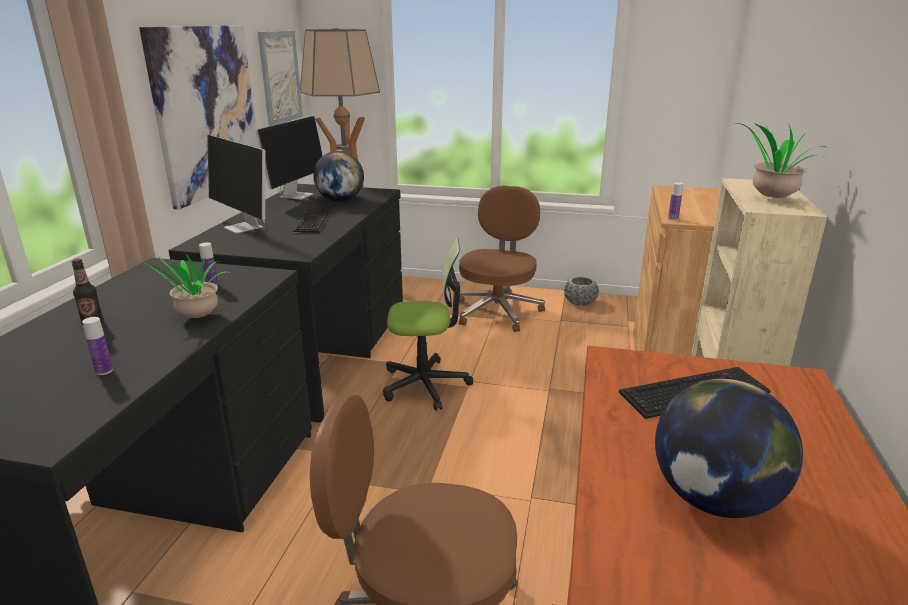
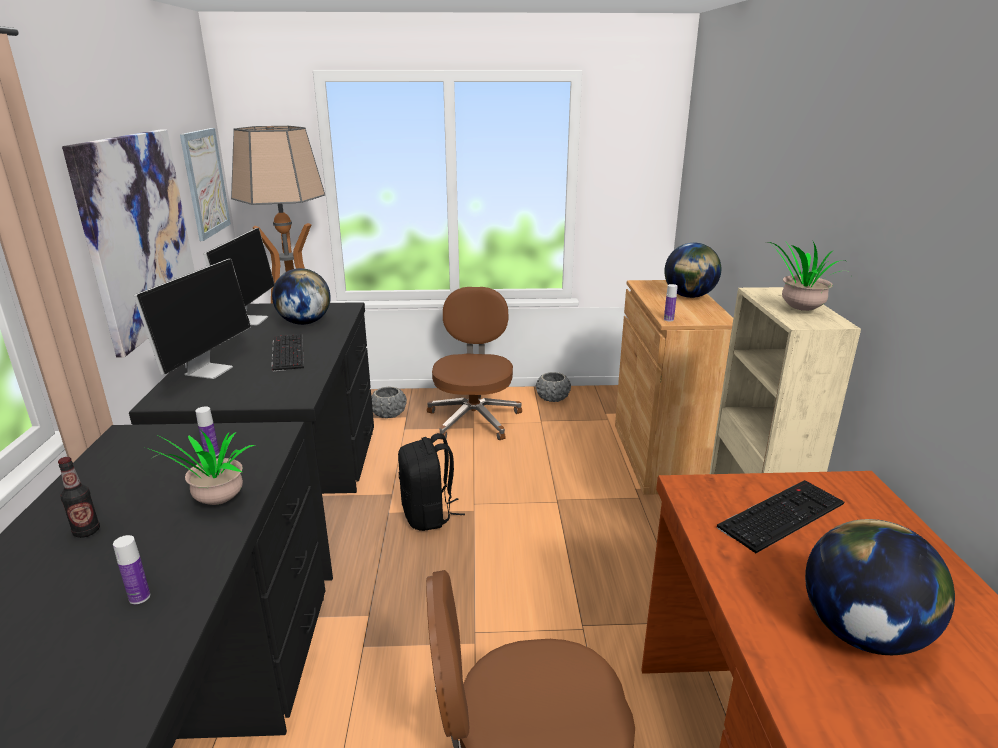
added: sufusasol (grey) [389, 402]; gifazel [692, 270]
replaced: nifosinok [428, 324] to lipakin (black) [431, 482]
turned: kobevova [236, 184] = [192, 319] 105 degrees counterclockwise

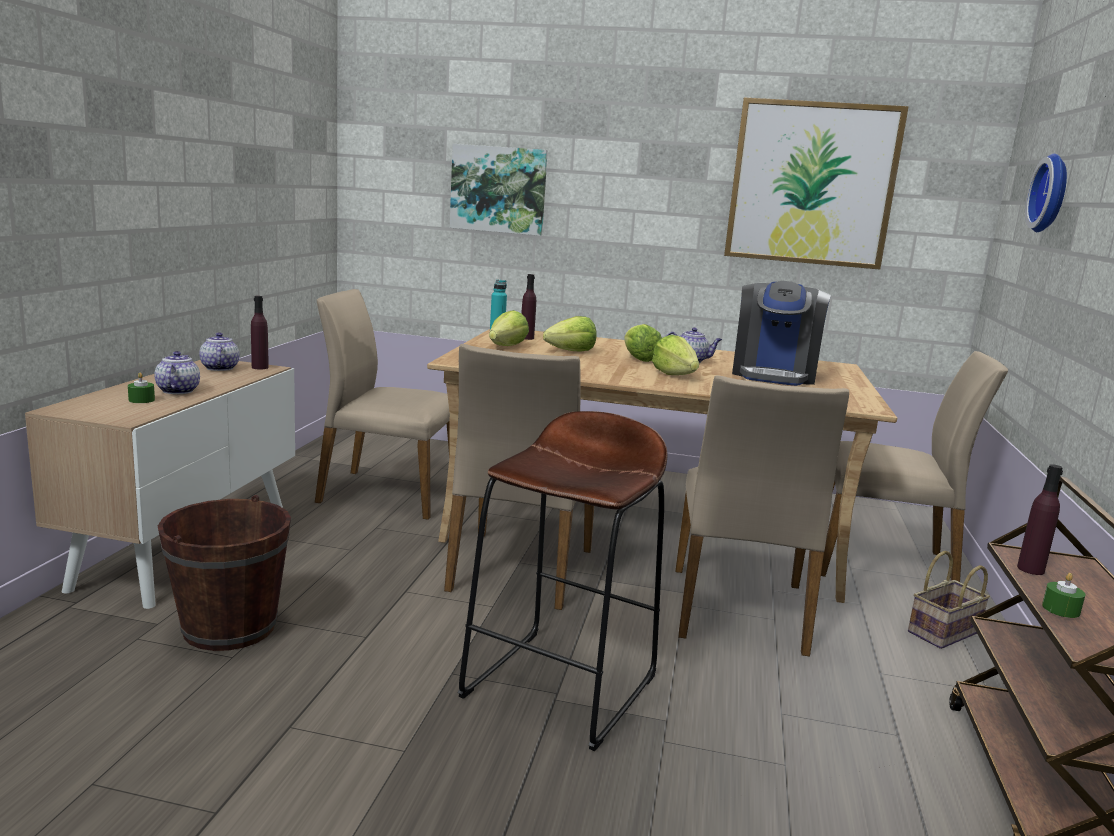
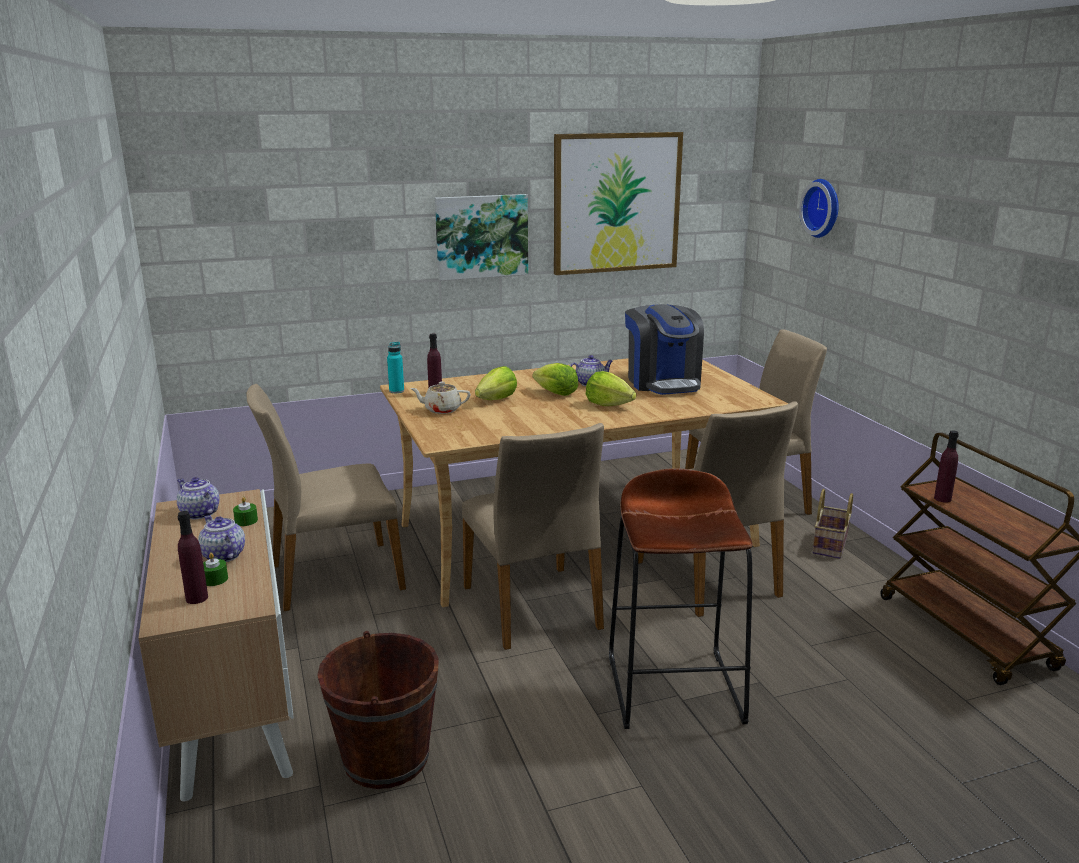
moved: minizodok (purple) [260, 332] to [192, 557]; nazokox [499, 190] to [481, 237]; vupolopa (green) [1064, 595] to [245, 511]
replaced: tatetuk [509, 328] to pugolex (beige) [440, 398]

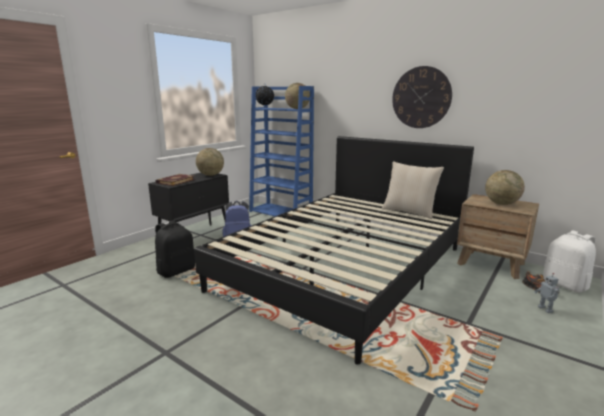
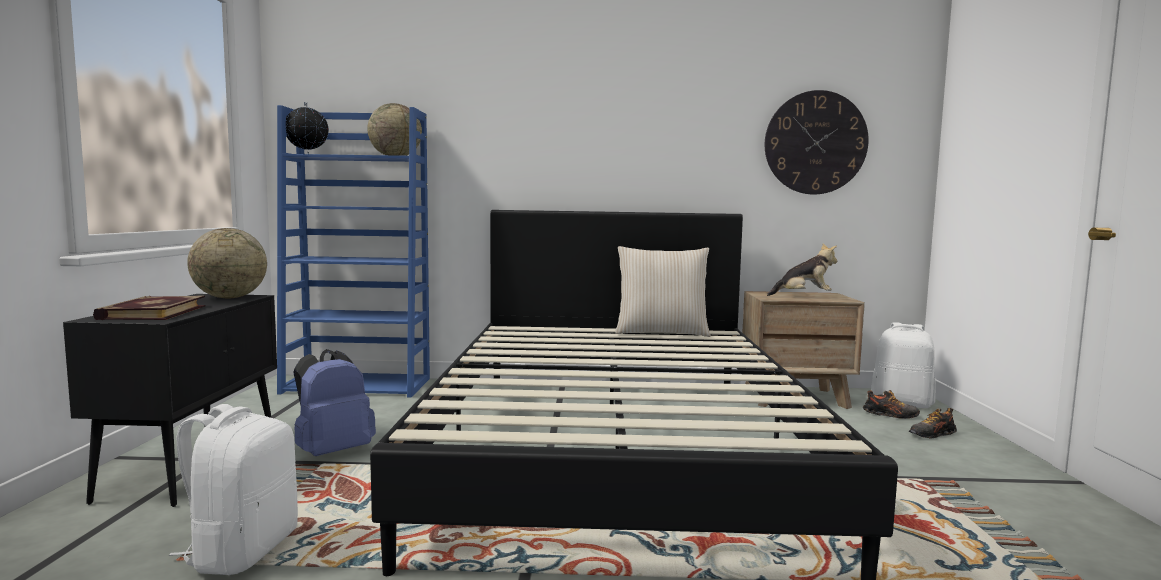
moved: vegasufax [422, 97] to [817, 142]
replaced: gifazel [505, 187] to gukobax [802, 269]; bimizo [547, 293] to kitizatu [933, 423]
recoloured: lipakin (black) [175, 249] to lipakin (white) [233, 489]

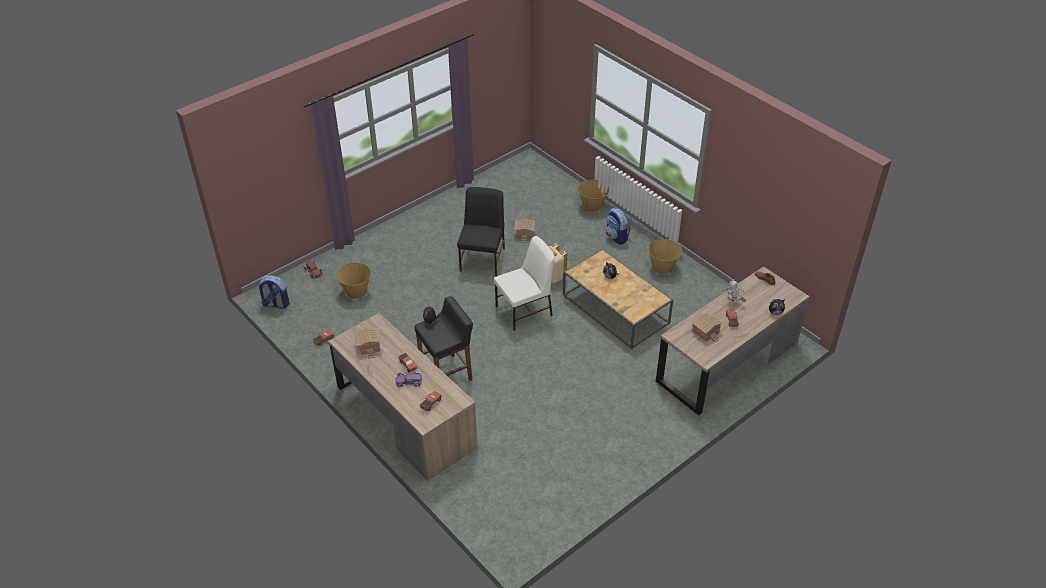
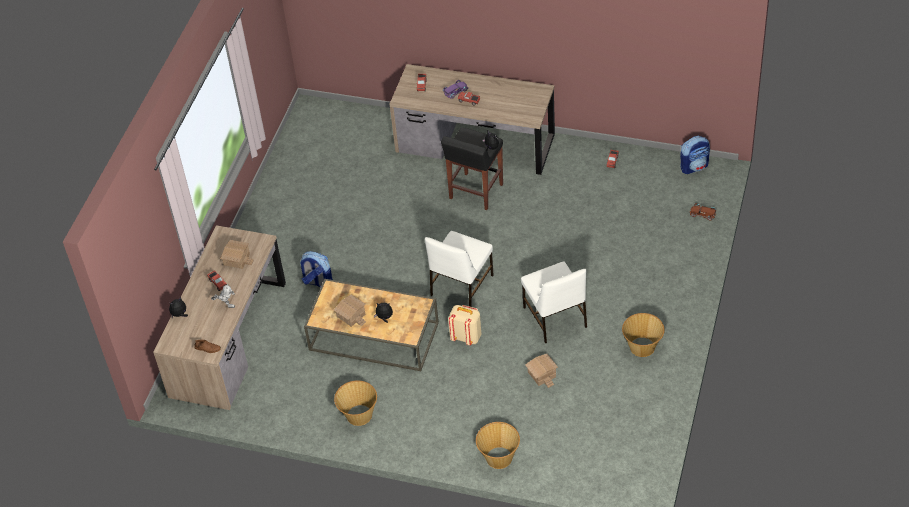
moved: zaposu [353, 280] to [643, 335]; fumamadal [368, 343] to [350, 310]; lipakin [618, 226] to [316, 269]
recoloured: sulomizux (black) [481, 231] to sulomizux (white) [554, 303]

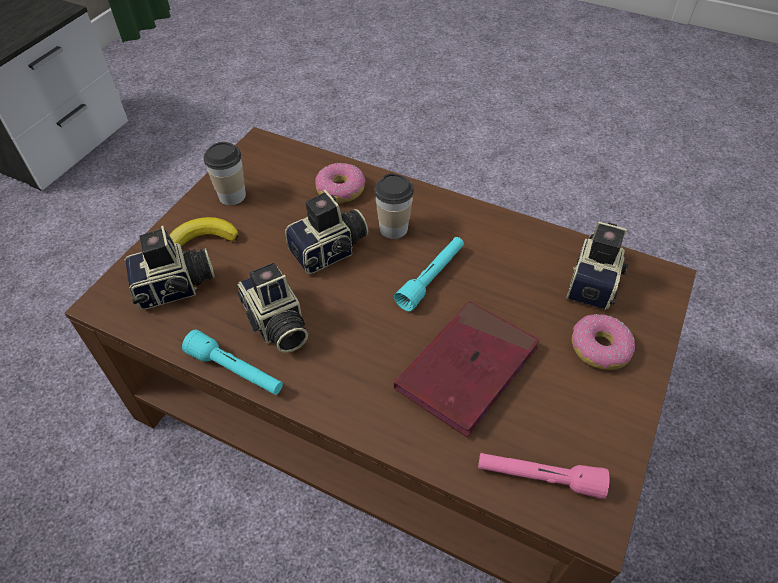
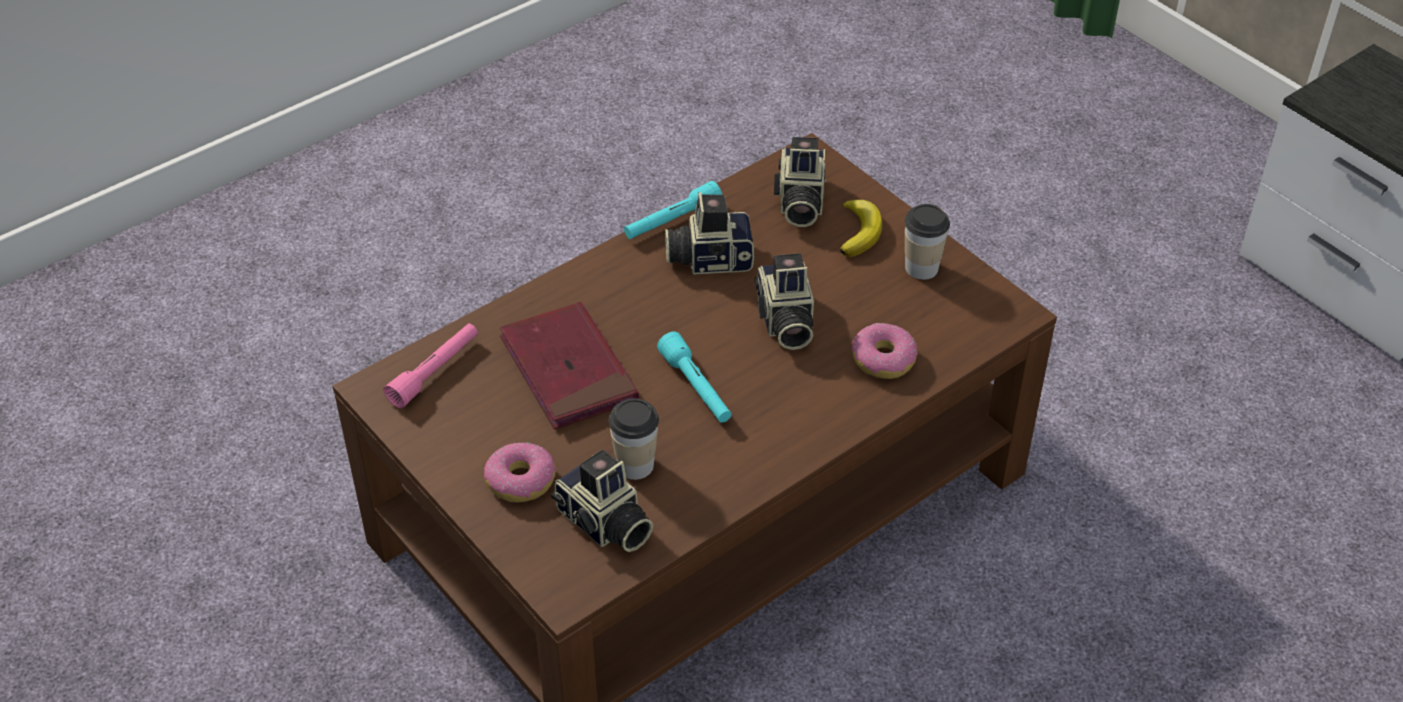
moved: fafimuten [394, 206] to [634, 439]

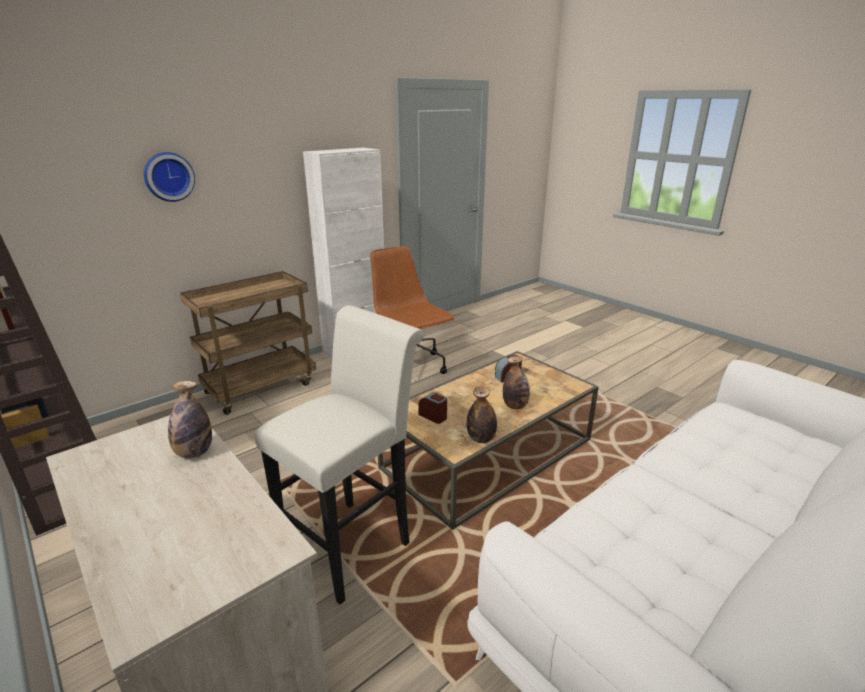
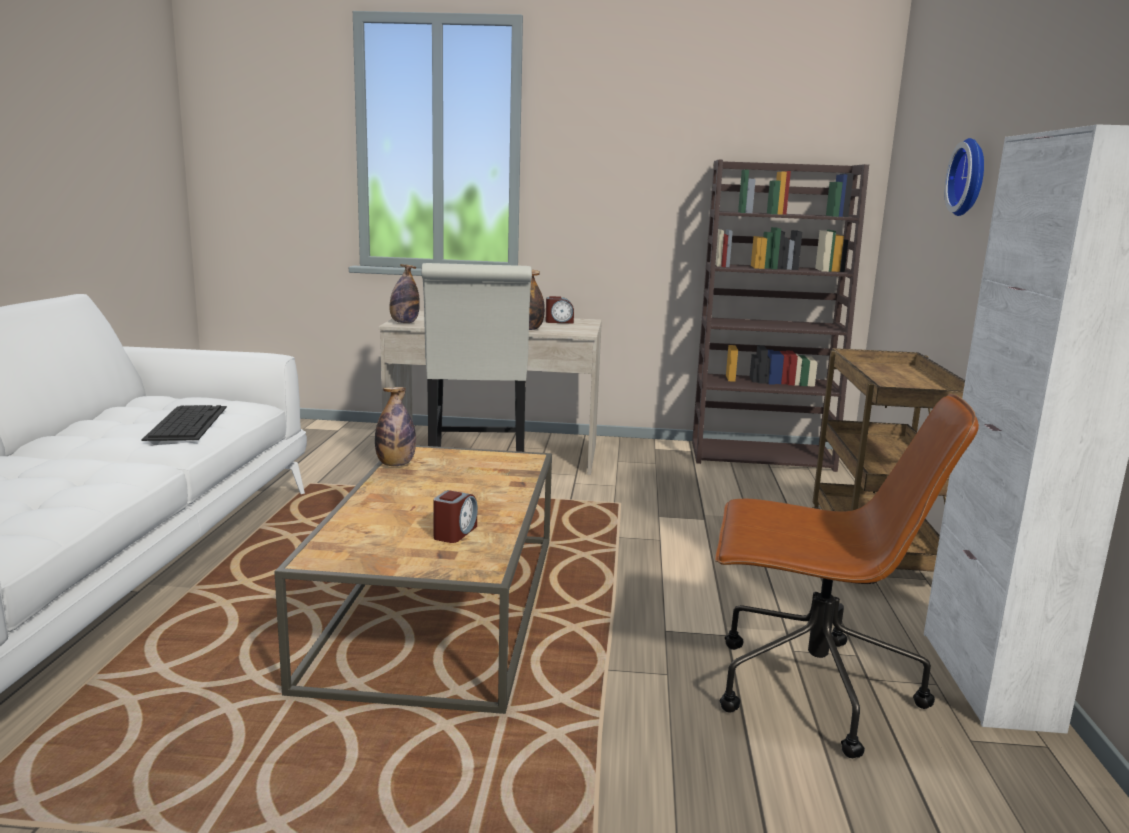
added: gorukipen [184, 423]
moved: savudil [432, 408] to [560, 310]; minizodok [516, 382] to [404, 293]

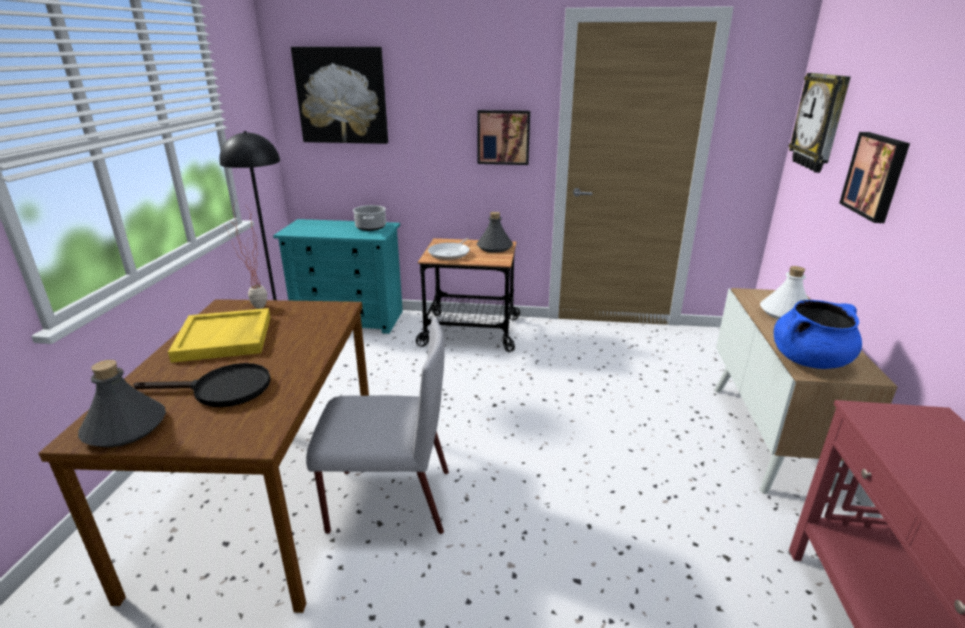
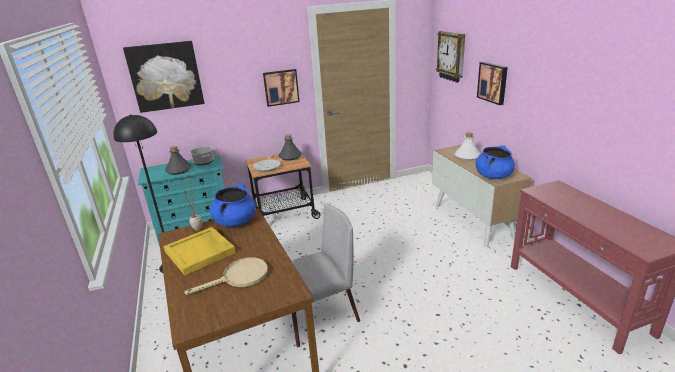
added: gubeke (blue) [233, 205]
moved: minizodok (grey) [122, 403] to [178, 160]
recoloured: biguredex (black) [202, 385] to biguredex (beige) [226, 276]

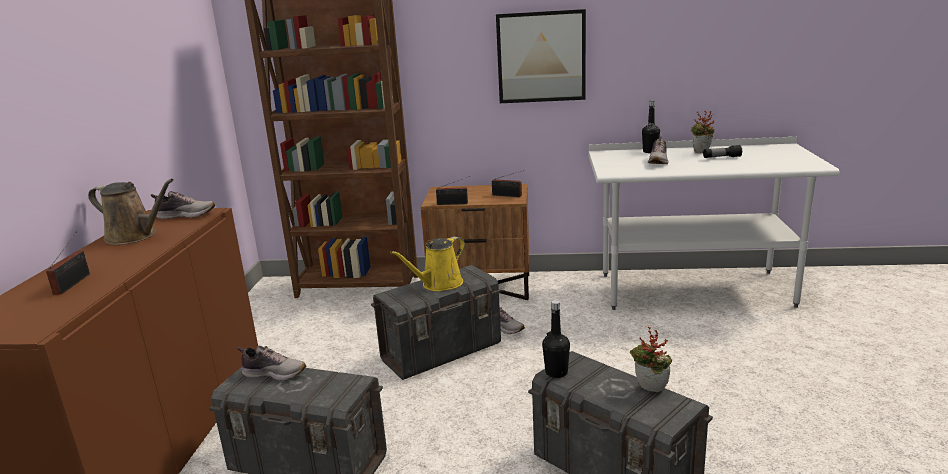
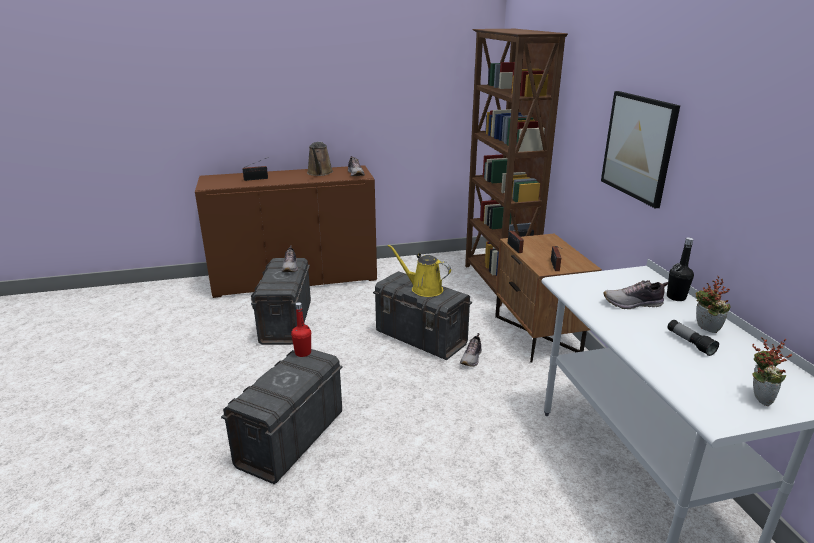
moved: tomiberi [651, 359] to [772, 371]
recoloured: minizodok (black) [556, 339] to minizodok (red) [301, 329]

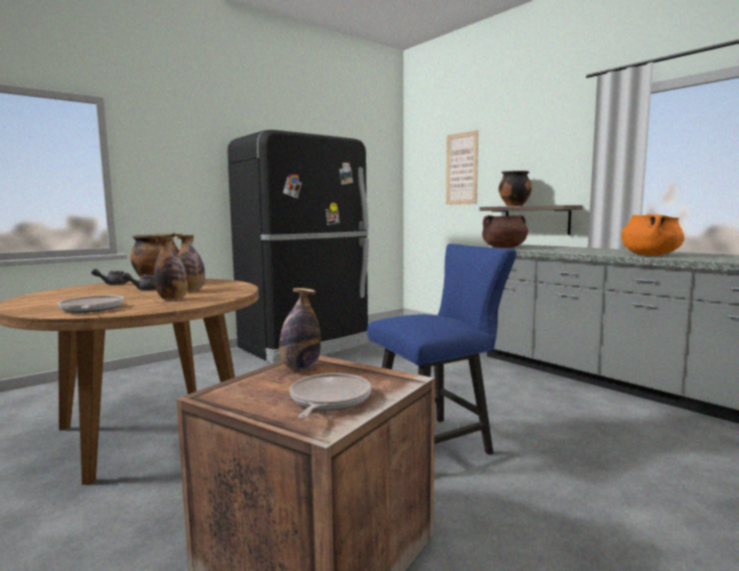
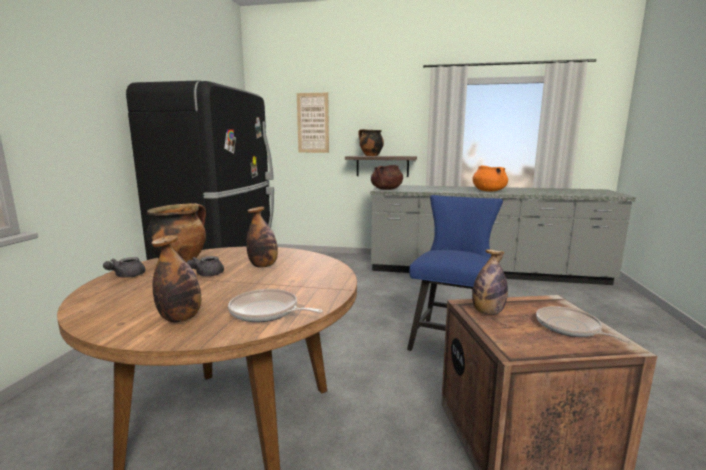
moved: minizodok [171, 268] to [176, 278]

